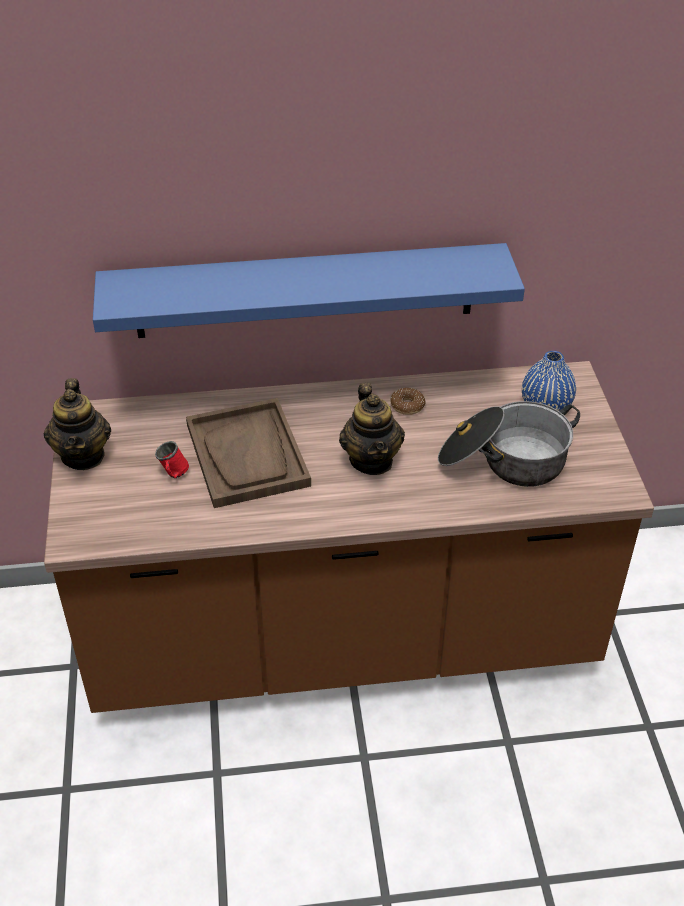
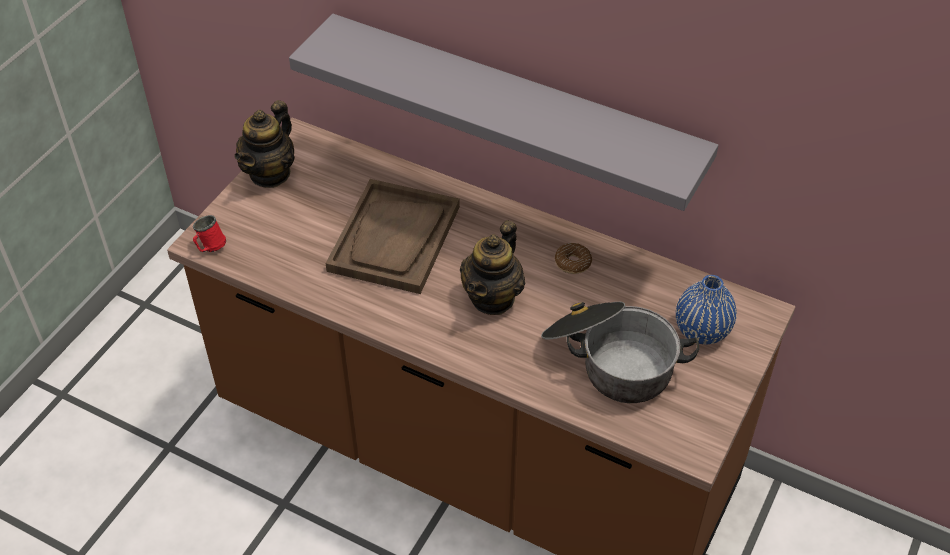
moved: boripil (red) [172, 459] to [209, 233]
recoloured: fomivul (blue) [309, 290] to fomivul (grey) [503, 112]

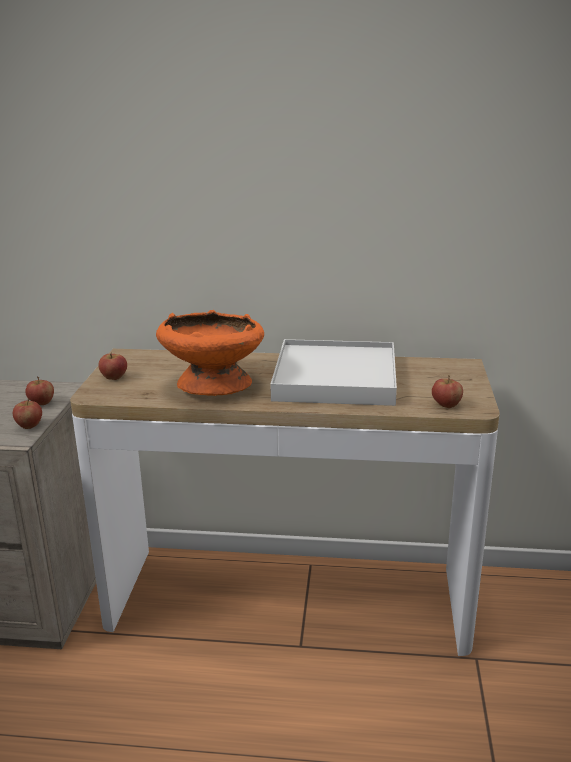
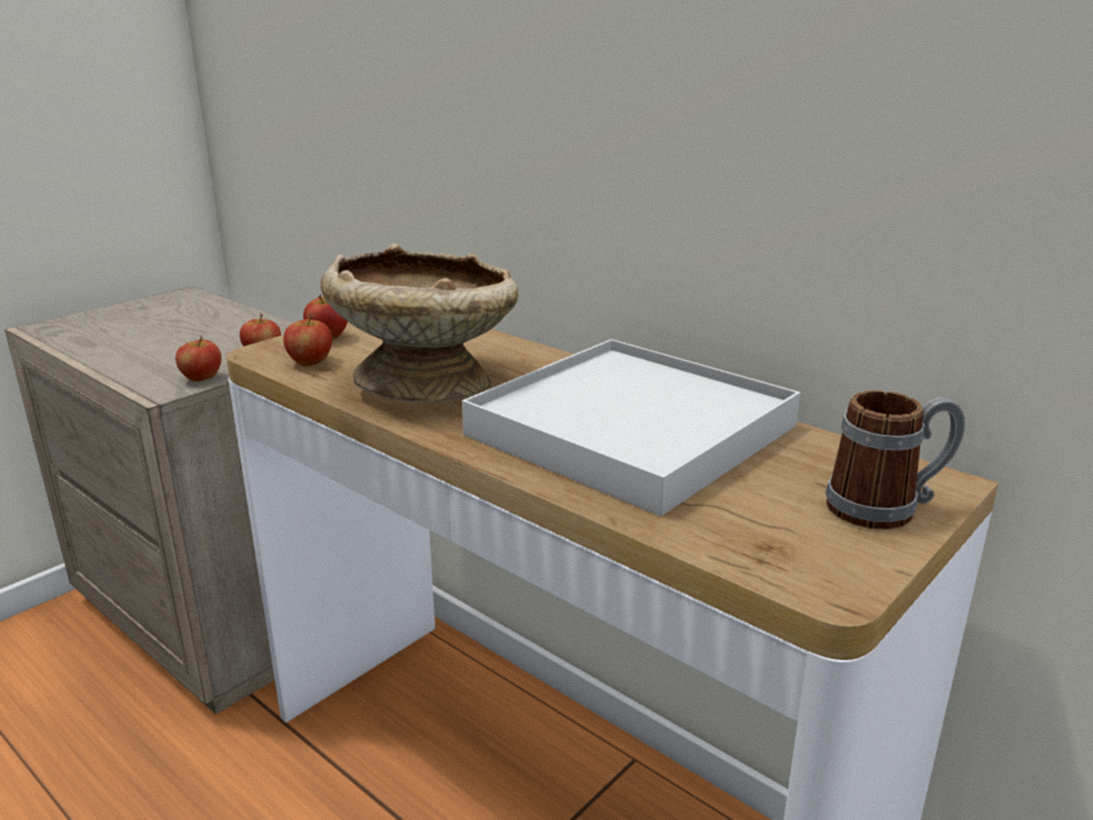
added: boripil [895, 460]
moved: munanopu [447, 391] to [307, 339]
recoloured: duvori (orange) [210, 353] to duvori (beige) [419, 323]

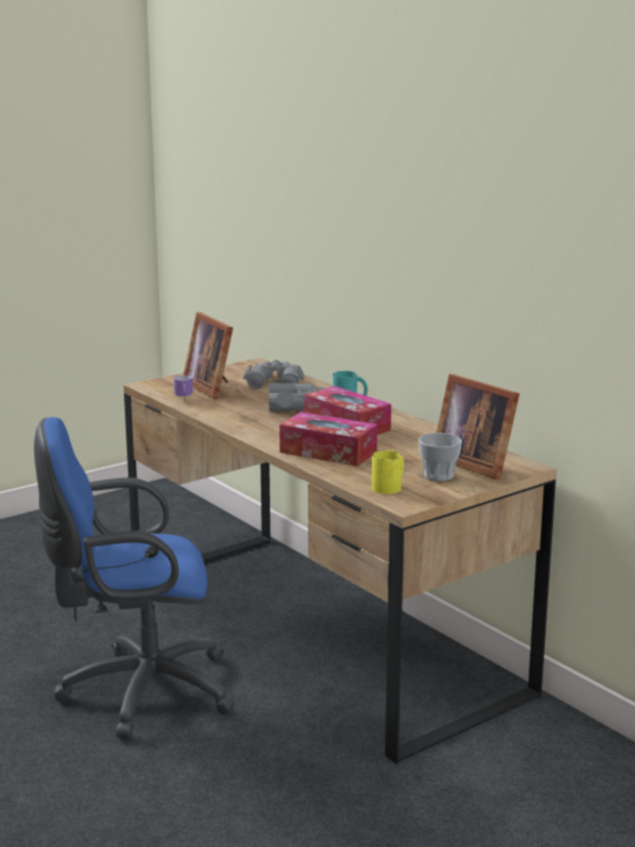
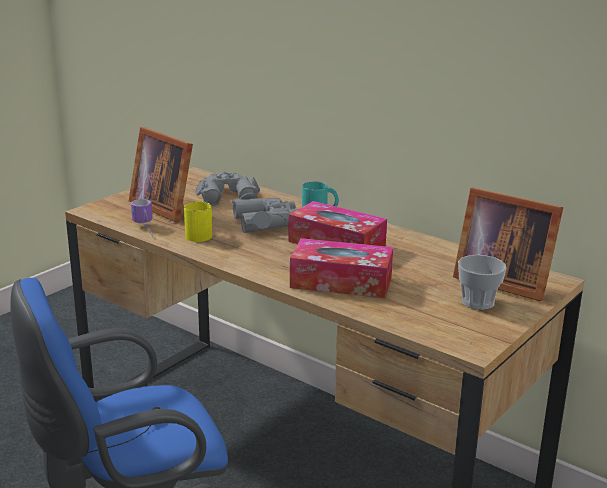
moved: boripil (yellow) [388, 472] to [198, 221]

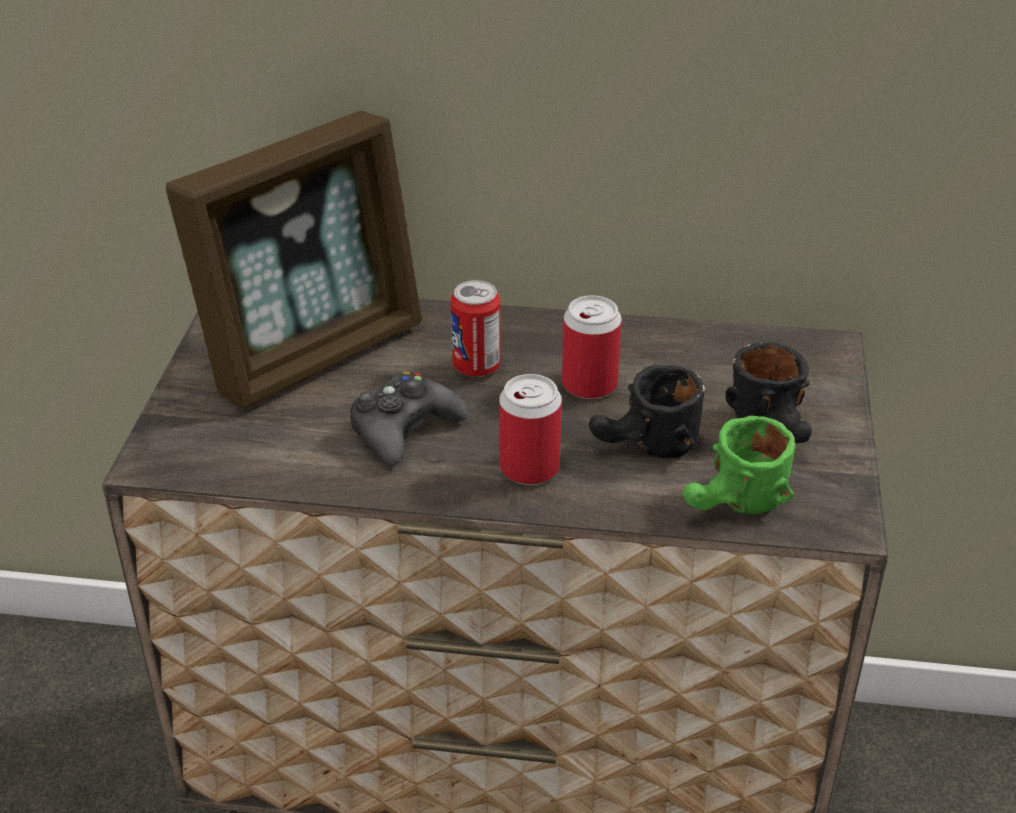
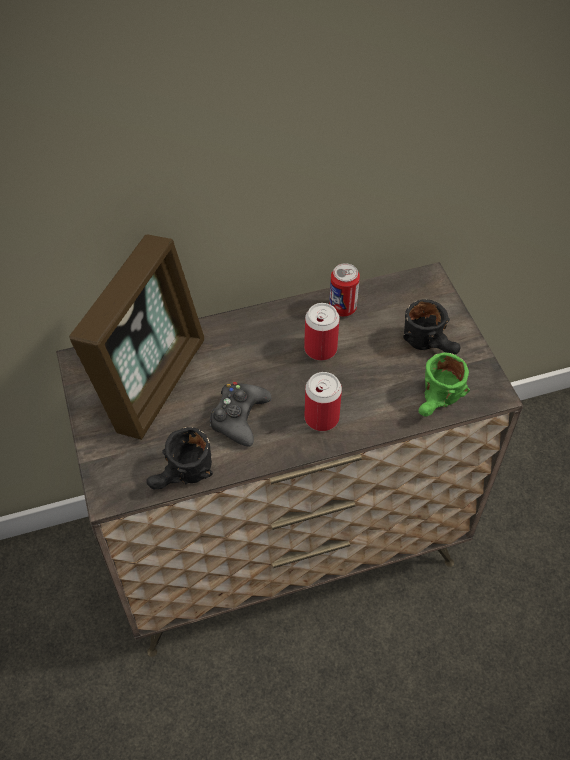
moved: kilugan [476, 328] to [344, 289]; boripil (black) [647, 411] to [179, 458]

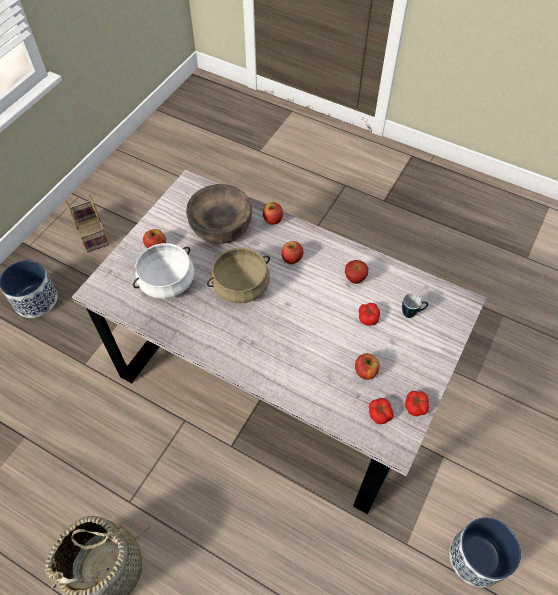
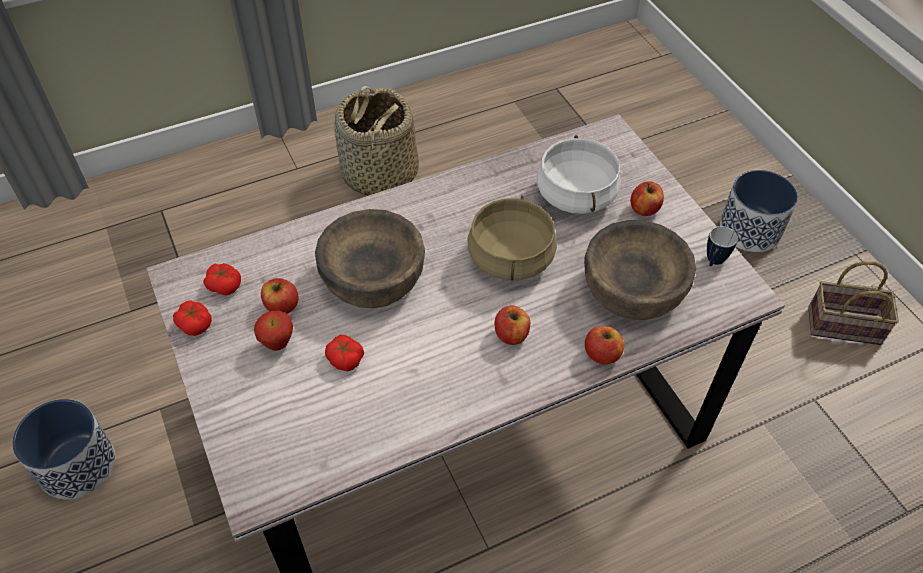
added: duvori (brown) [370, 258]
moved: munanopu [356, 272] to [273, 330]; boripil [415, 305] to [722, 246]

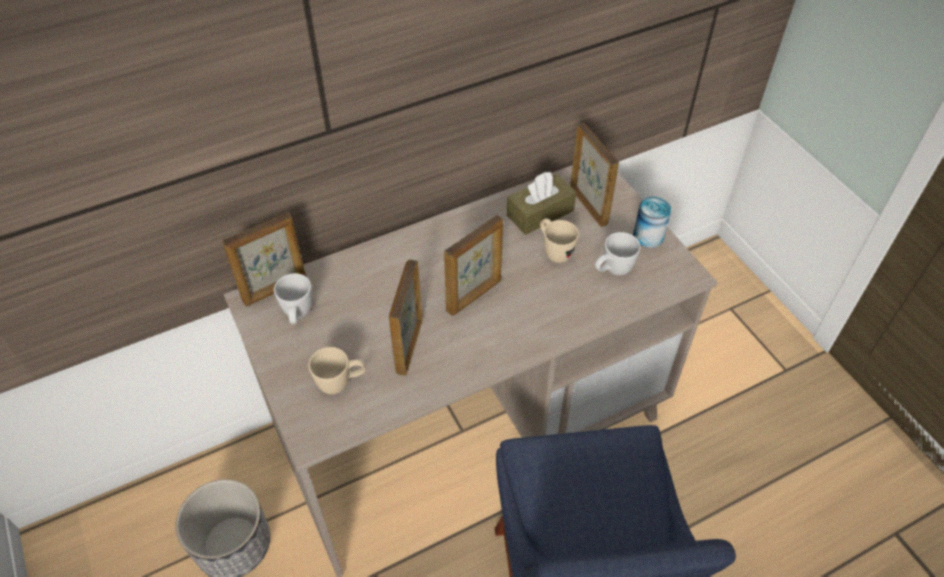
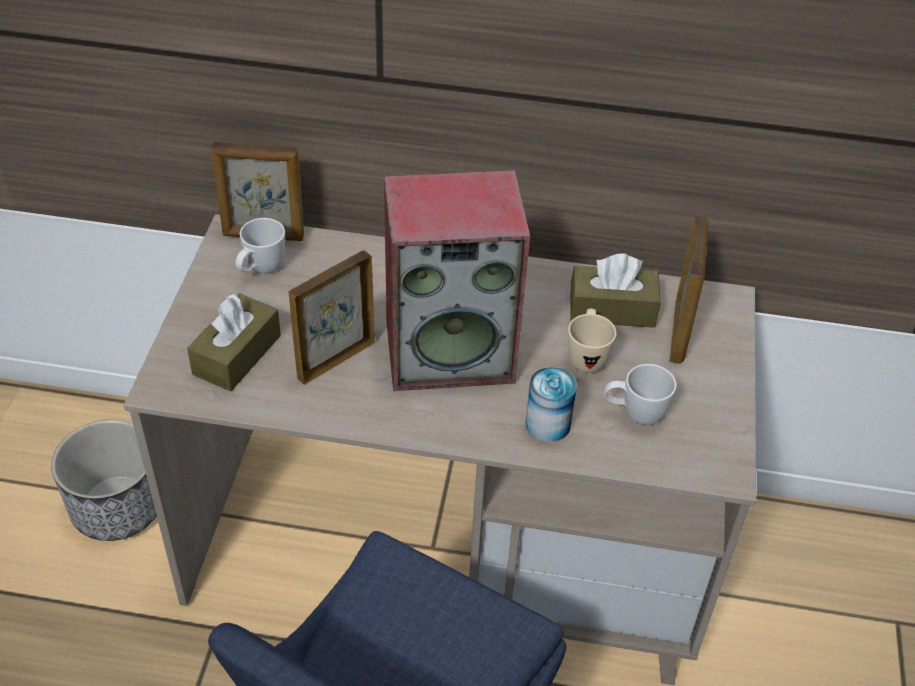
moved: kilugan [652, 222] to [551, 404]
replaced: boripil (beige) [337, 370] to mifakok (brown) [234, 342]; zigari [473, 265] to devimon [457, 280]

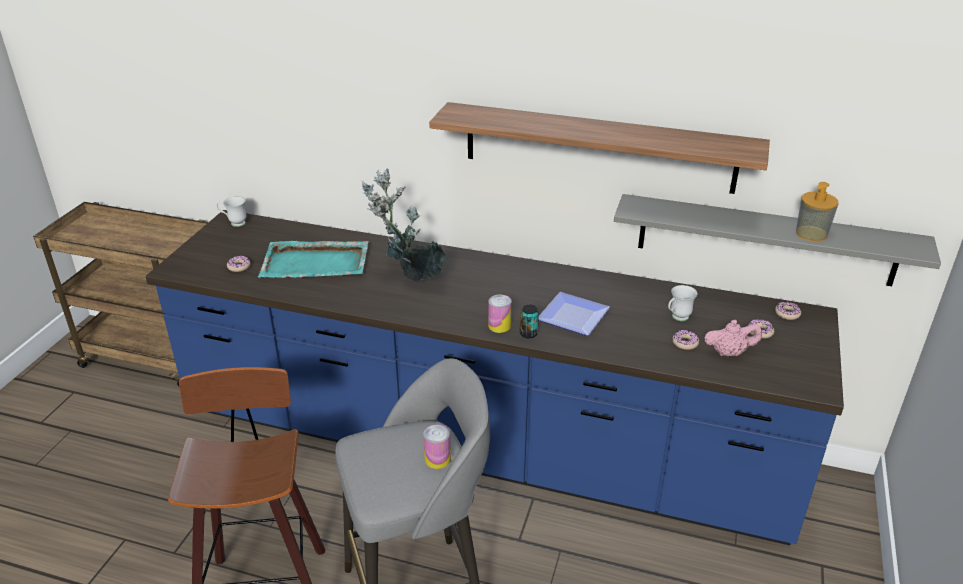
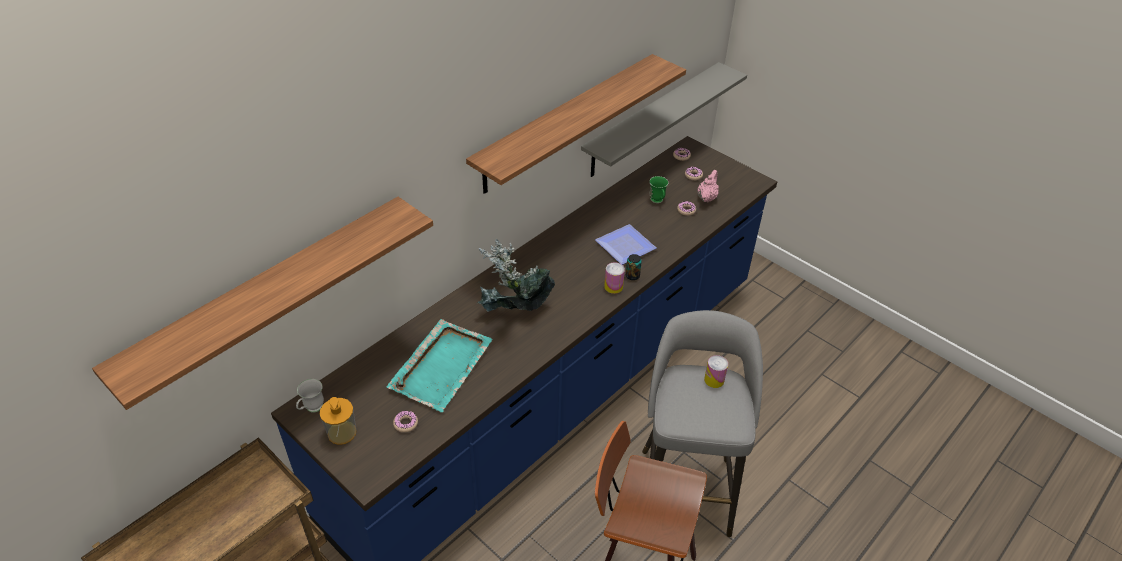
added: fomivul [262, 303]
moved: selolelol [817, 212] to [338, 421]
recoloured: boripil (white) [683, 303] to boripil (green) [659, 189]

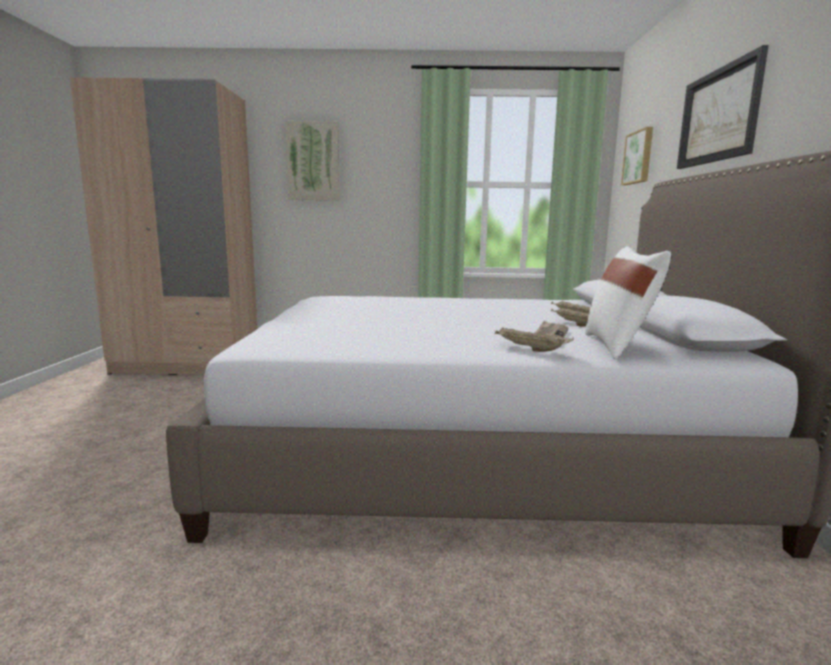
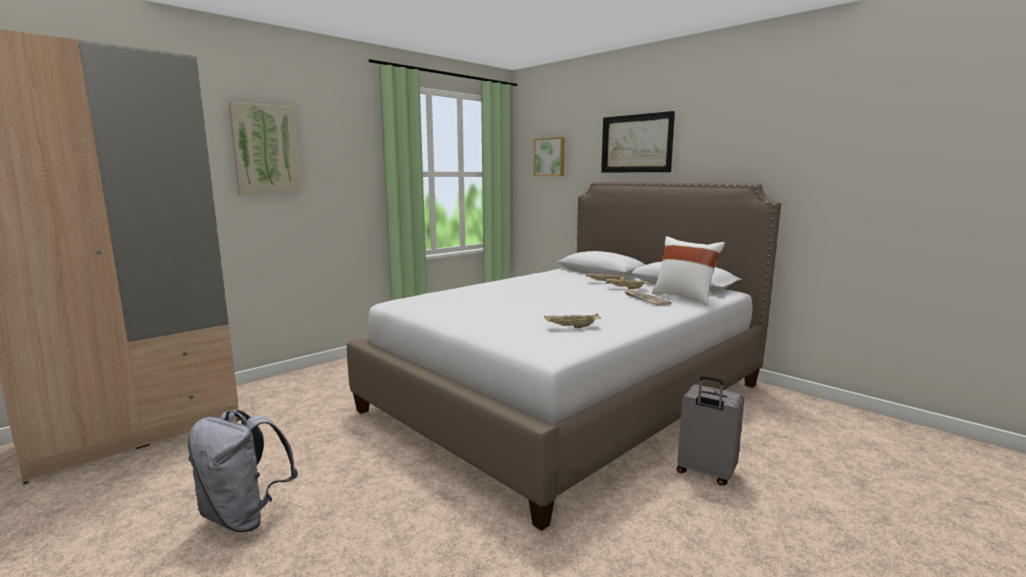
added: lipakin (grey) [243, 470]; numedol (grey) [711, 430]
moved: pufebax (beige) [534, 340] to [572, 320]

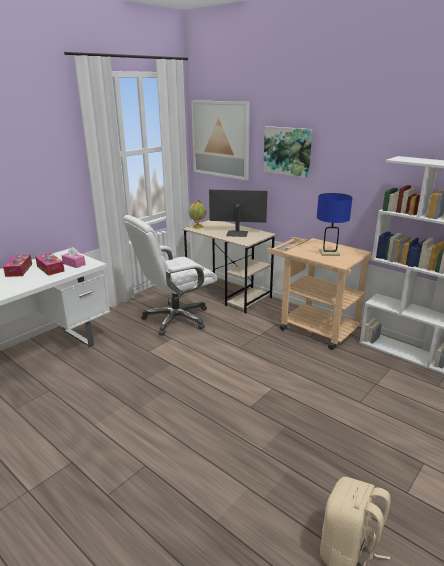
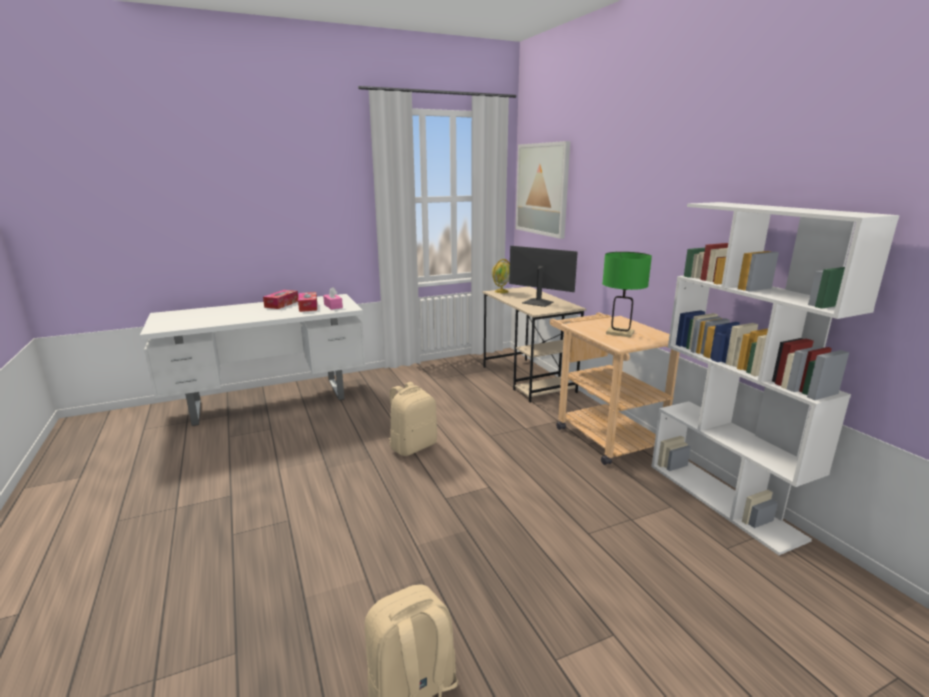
removed: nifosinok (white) [170, 275]; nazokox [288, 152]
added: lipakin (beige) [413, 419]
recoloured: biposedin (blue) [334, 224] to biposedin (green) [627, 294]

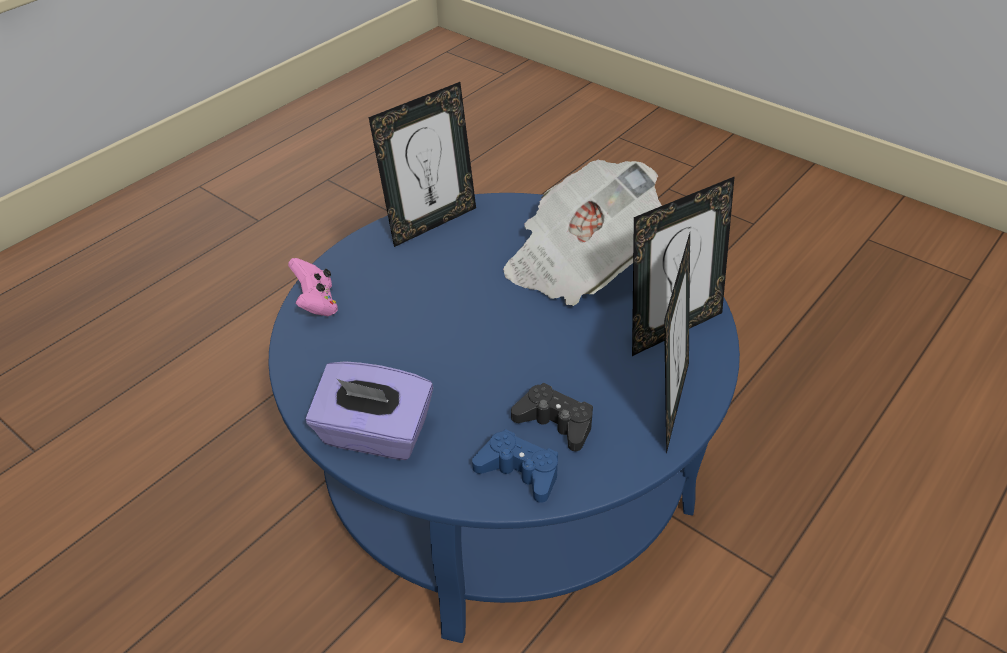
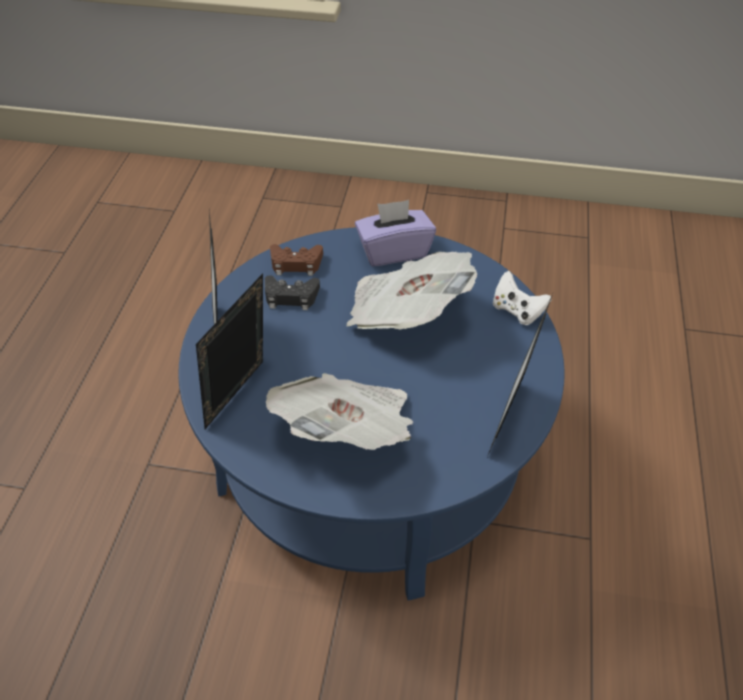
added: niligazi [412, 291]
recoloured: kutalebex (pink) [313, 287] to kutalebex (white) [522, 298]; kutalebex (blue) [515, 466] to kutalebex (brown) [296, 260]

